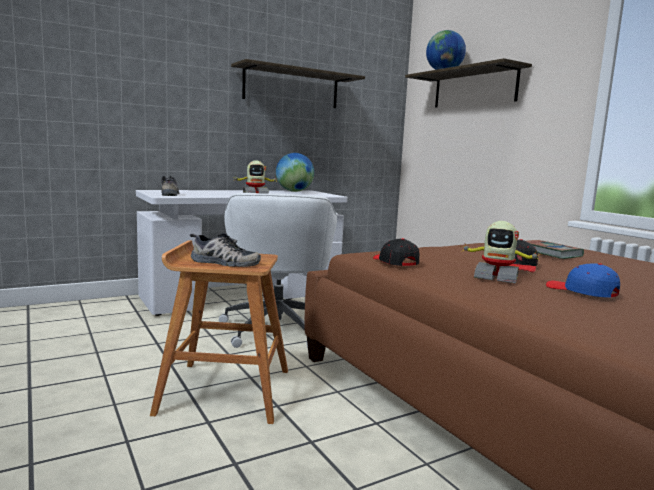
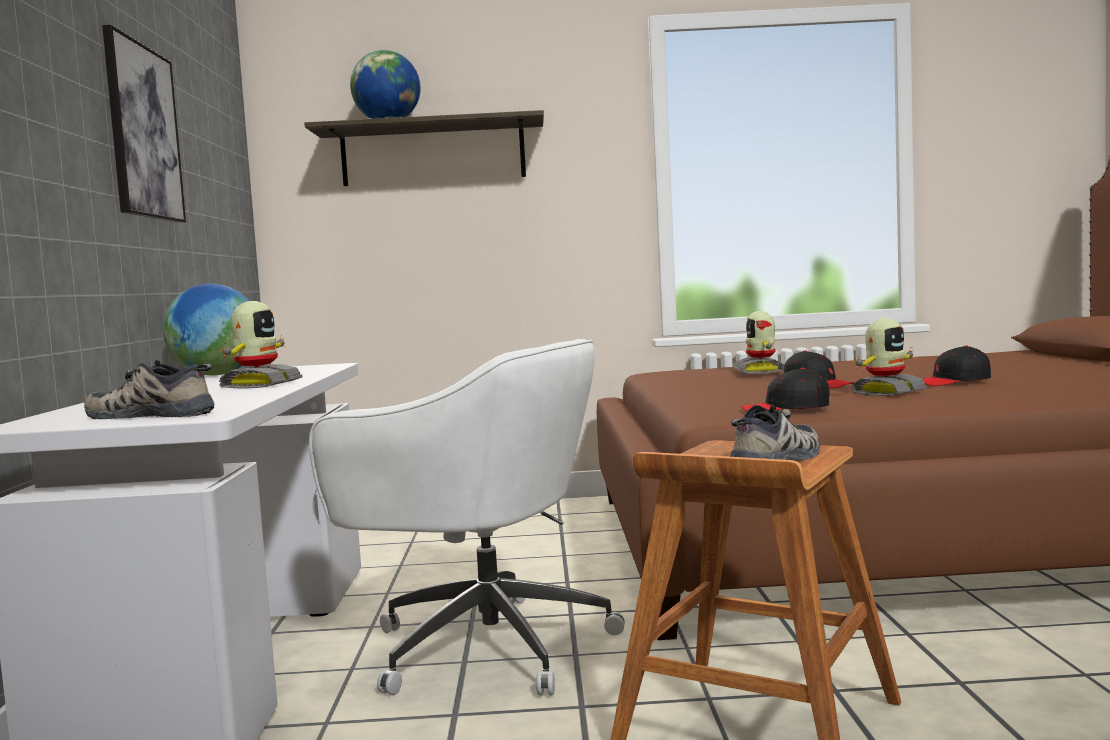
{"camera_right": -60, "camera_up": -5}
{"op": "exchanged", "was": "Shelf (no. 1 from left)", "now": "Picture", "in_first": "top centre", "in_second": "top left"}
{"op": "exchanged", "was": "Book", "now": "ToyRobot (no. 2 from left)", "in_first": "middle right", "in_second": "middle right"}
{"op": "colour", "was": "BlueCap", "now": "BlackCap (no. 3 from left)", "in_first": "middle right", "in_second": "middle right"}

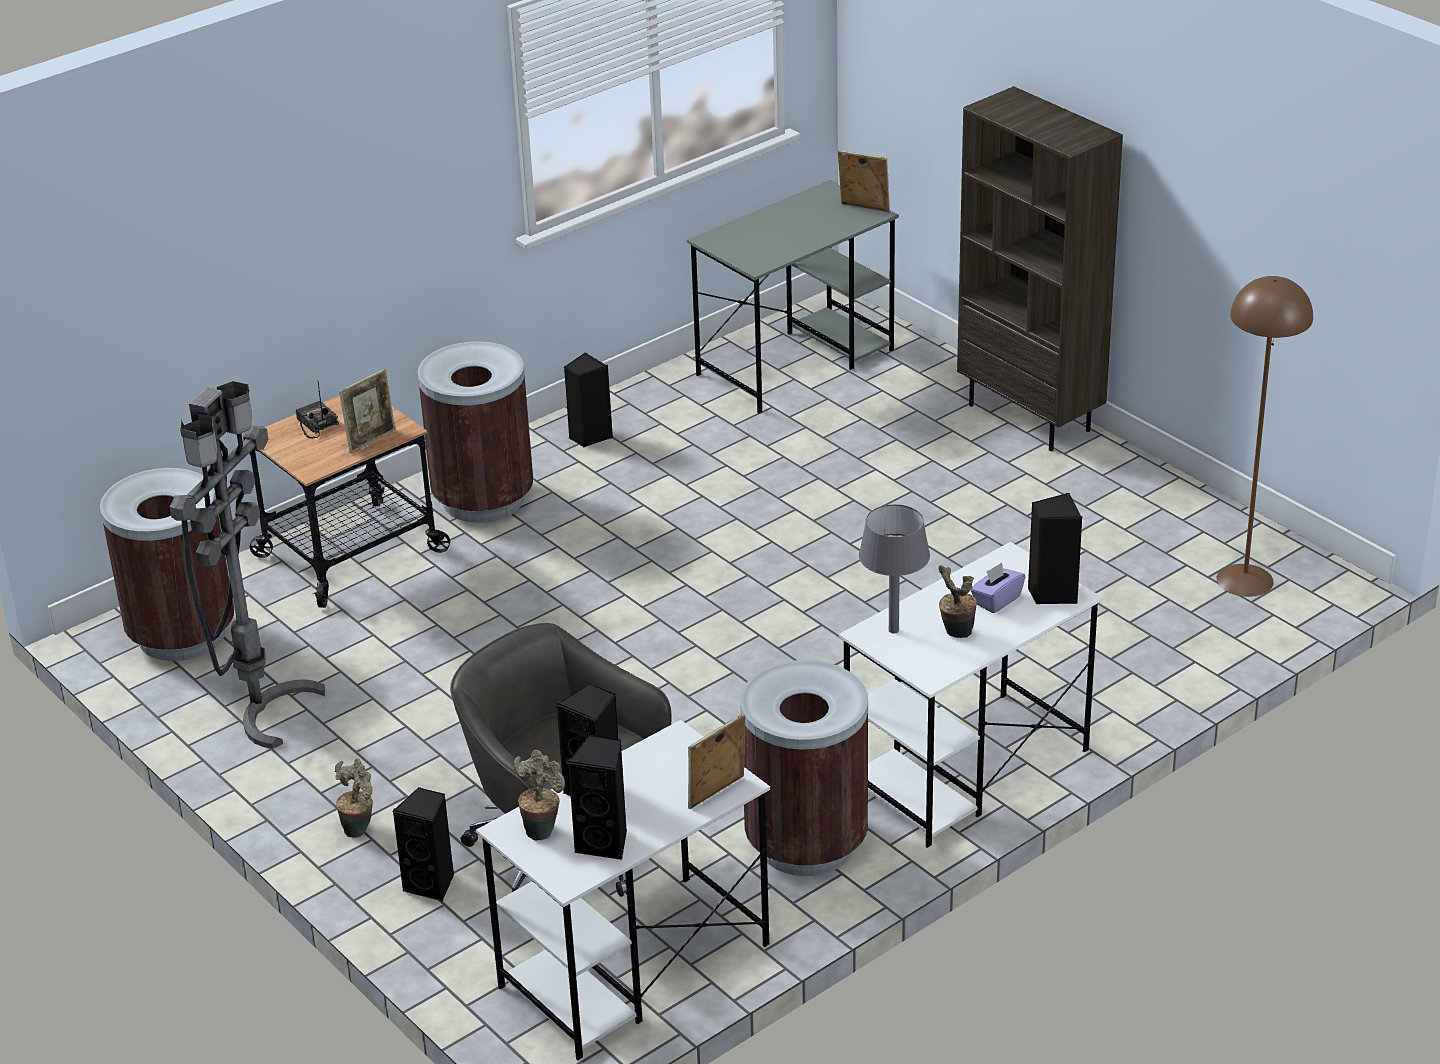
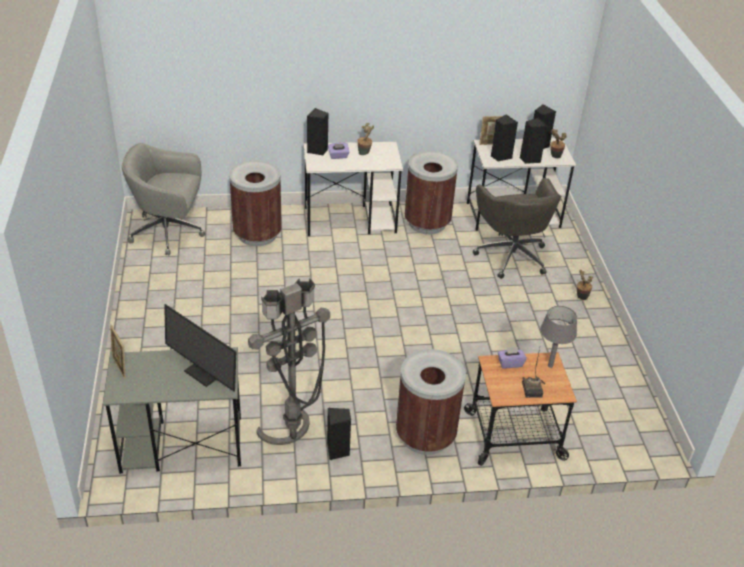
{"camera_right": -150, "camera_up": 5}
{"op": "relocated", "was": "BrownTrashCan (no. 1 from left)", "in_first": "middle left", "in_second": "centre"}
{"op": "relocated", "was": "GreyFloorLamp", "in_first": "middle left", "in_second": "centre"}
{"op": "exchanged", "was": "PictureFrame (no. 1 from left)", "now": "PurpleTissueBox (no. 2 from left)", "in_first": "middle left", "in_second": "middle right"}
{"op": "relocated", "was": "BlackSpeaker (no. 1 from left in the first image)", "now": "BlackSpeaker (no. 3 from left)", "in_first": "bottom left", "in_second": "top right"}
{"op": "relocated", "was": "GreyTableLamp", "in_first": "centre", "in_second": "middle right"}
{"op": "missing", "was": "BrownBookcase", "in_first": "top right"}
{"op": "exchanged", "was": "BrownFloorLamp", "now": "GreyOfficeChair (no. 1 from left)", "in_first": "middle right", "in_second": "middle left"}
{"op": "appeared", "now": "Monitor", "in_second": "middle left"}

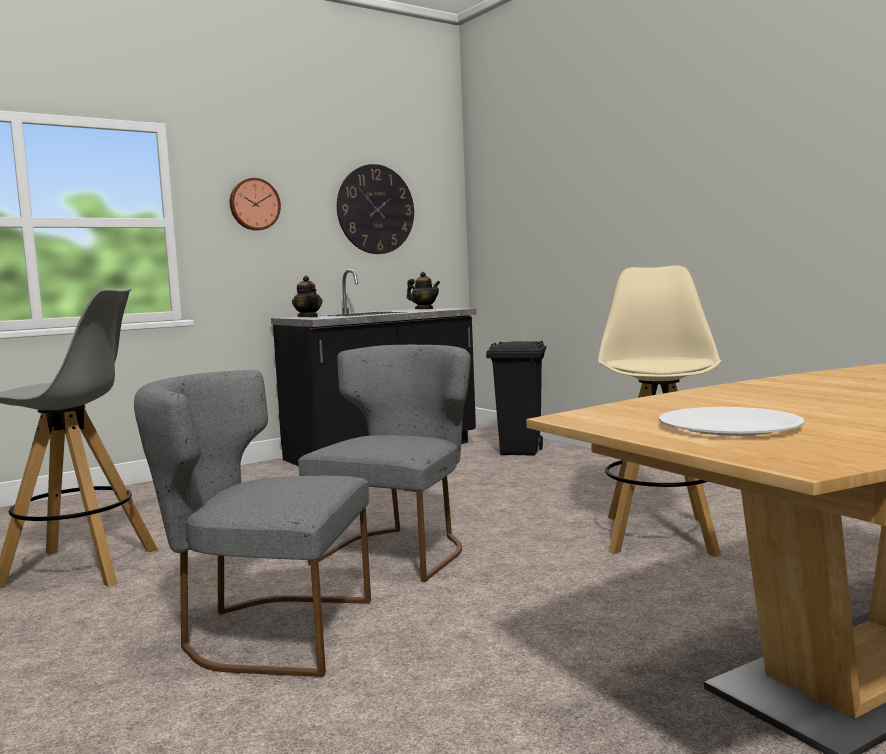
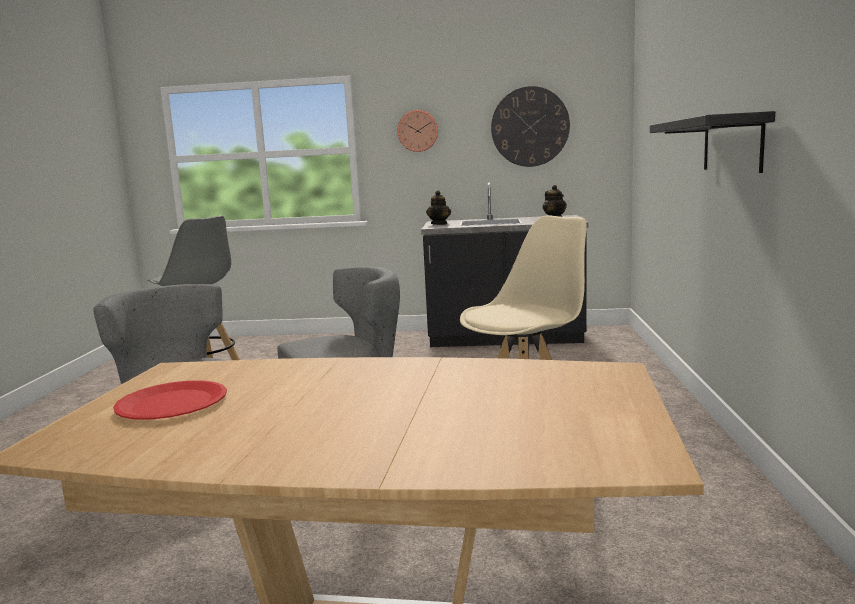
{"camera_right": 40, "camera_up": 5}
{"op": "missing", "was": "BlackTrashCan", "in_first": "centre"}
{"op": "colour", "was": "WhitePlate", "now": "RedPlate", "in_first": "middle right", "in_second": "middle left"}
{"op": "appeared", "now": "BlackShelf", "in_second": "top right"}

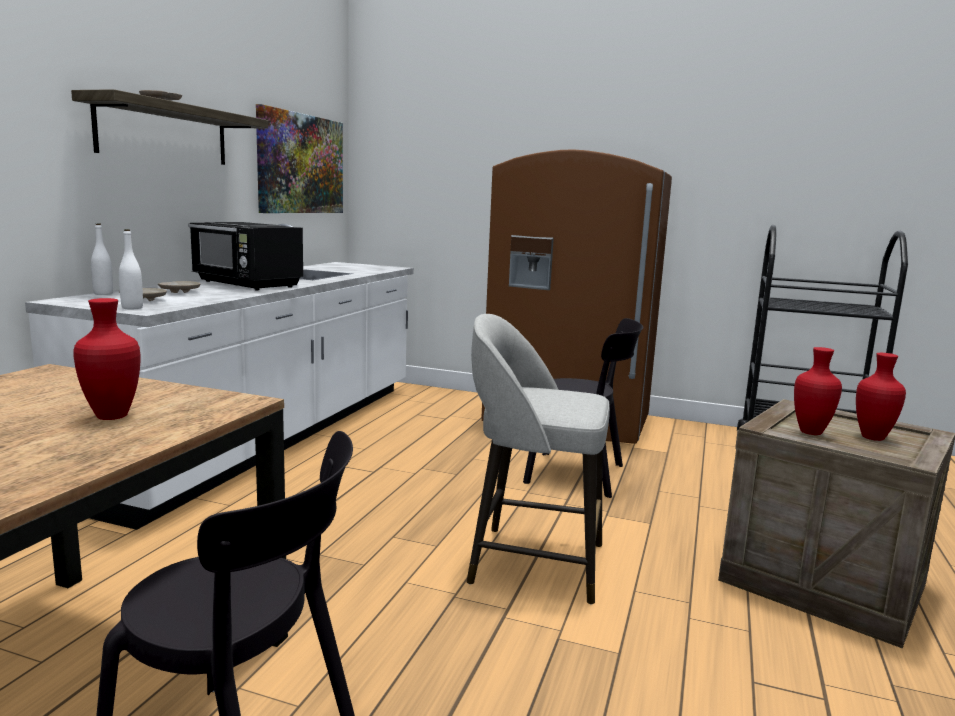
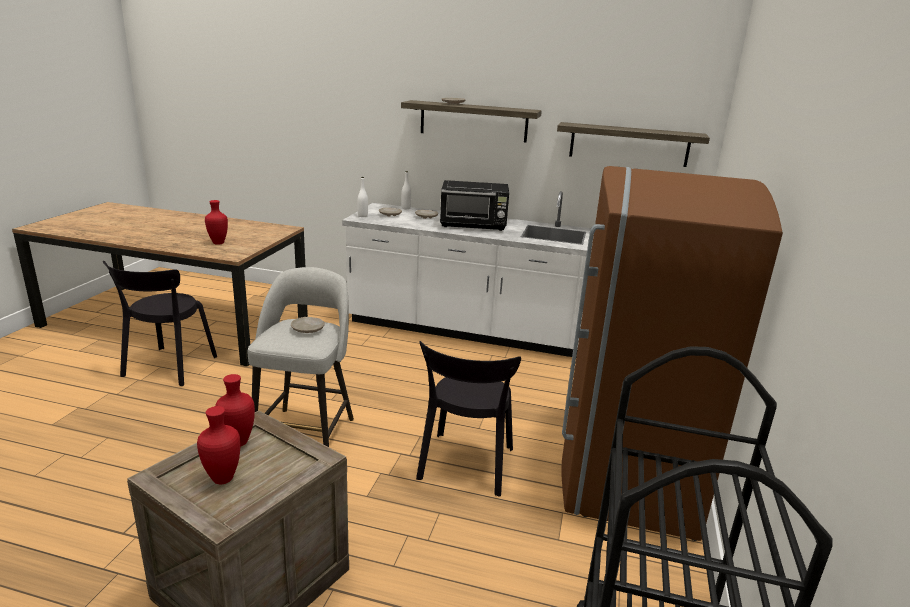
{"camera_right": 85, "camera_up": 10}
{"op": "spun", "was": "BlackMicrowave", "in_first": "middle left", "in_second": "centre", "clockwise": -120}
{"op": "exchanged", "was": "Picture", "now": "Shelf (no. 2 from left)", "in_first": "top left", "in_second": "top right"}
{"op": "appeared", "now": "BeigePlate (no. 1 from left)", "in_second": "centre"}

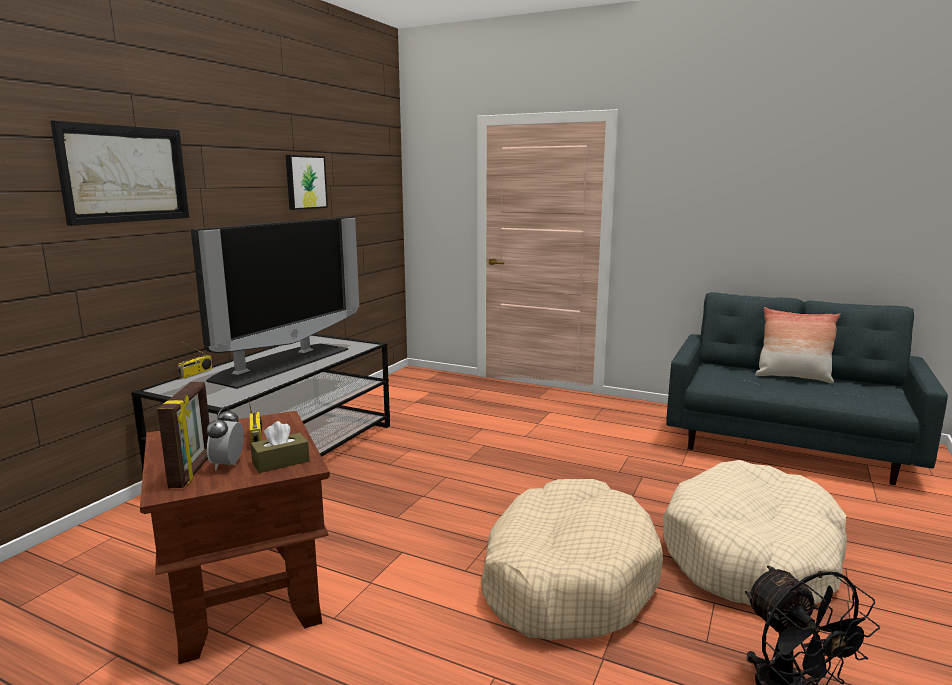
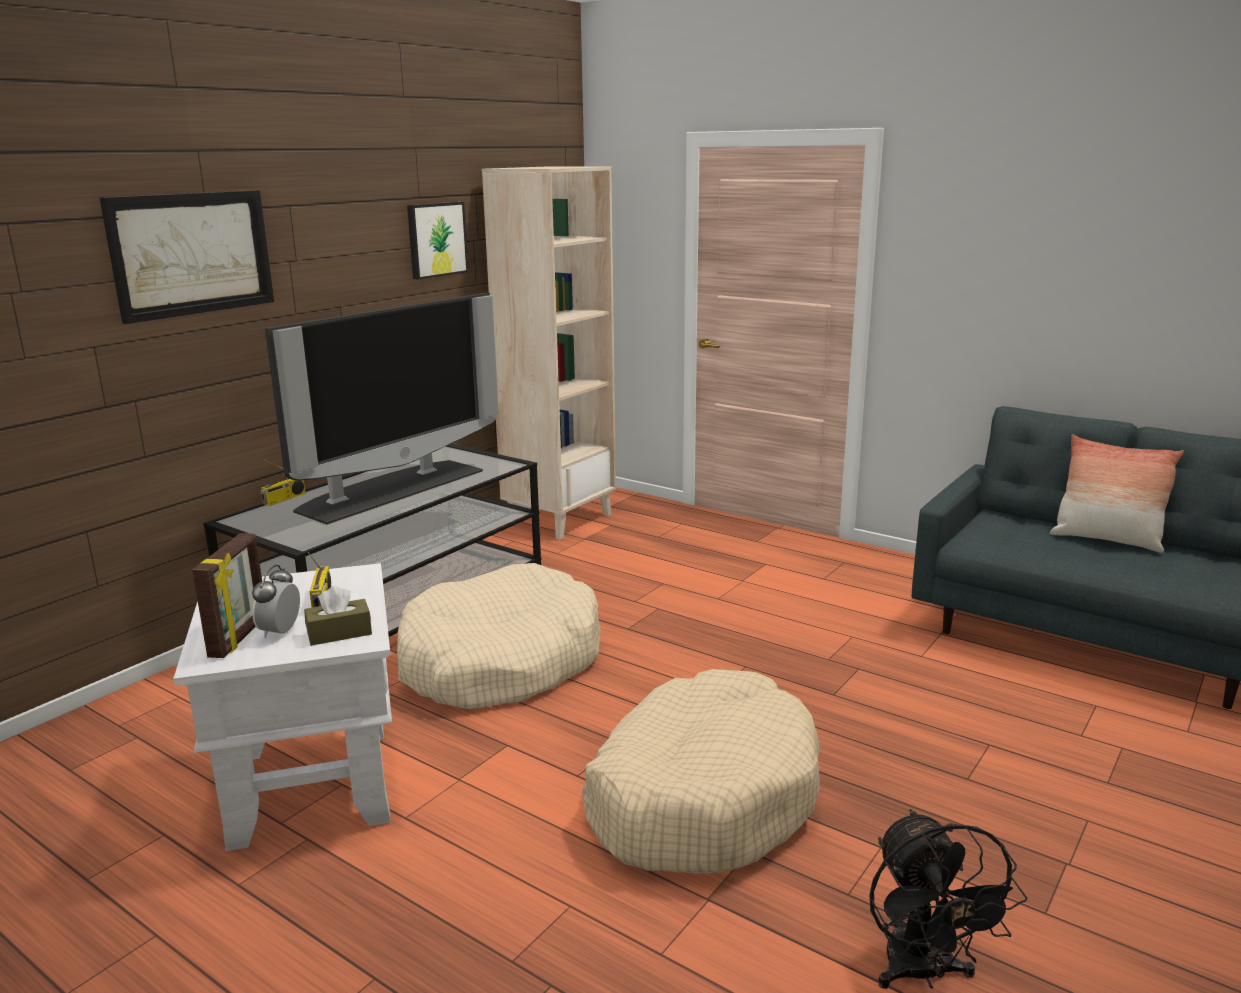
{"camera_right": 10, "camera_up": 5}
{"op": "colour", "was": "BrownSideTable", "now": "WhiteSideTable", "in_first": "bottom left", "in_second": "bottom left"}
{"op": "relocated", "was": "BeigeDogBed (no. 2 from left in the first image)", "now": "BeigeDogBed (no. 1 from left)", "in_first": "bottom right", "in_second": "centre"}
{"op": "appeared", "now": "BeigeBookcase", "in_second": "centre"}

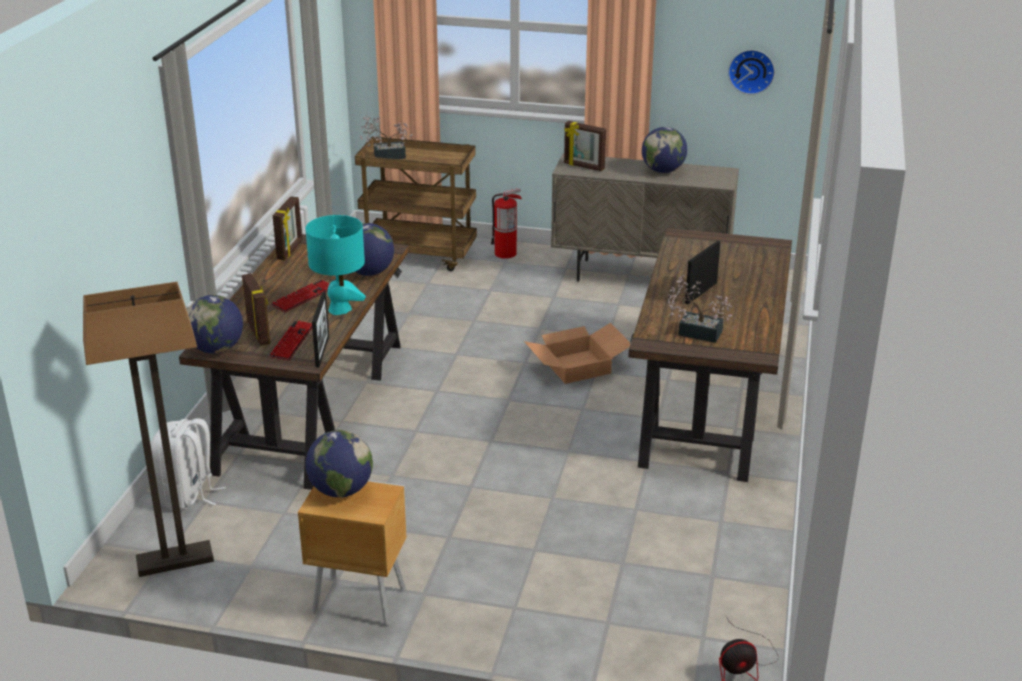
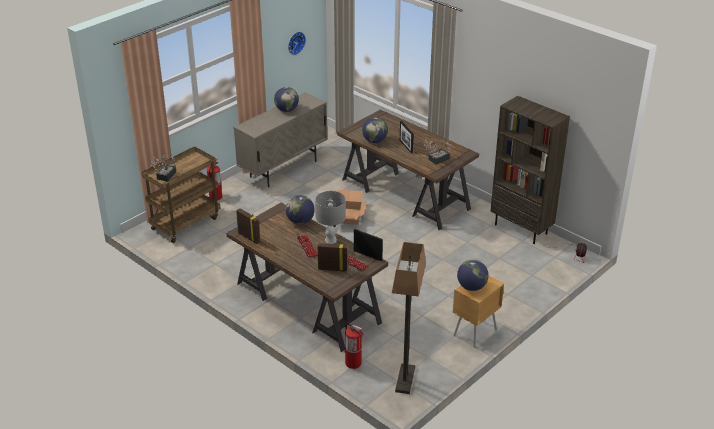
{"camera_right": -60, "camera_up": 5}
{"op": "exchanged", "was": "WhiteBackpack", "now": "FireExtinguisher (no. 2 from left)", "in_first": "bottom left", "in_second": "bottom centre"}
{"op": "relocated", "was": "Globe (no. 1 from left in the first image)", "now": "Globe (no. 3 from left)", "in_first": "middle left", "in_second": "top centre"}
{"op": "colour", "was": "TurquoiseTableLamp", "now": "GreyTableLamp", "in_first": "middle left", "in_second": "centre"}
{"op": "missing", "was": "PictureFrame (no. 4 from left)", "in_first": "top centre"}
{"op": "appeared", "now": "BrownBookcase", "in_second": "middle right"}

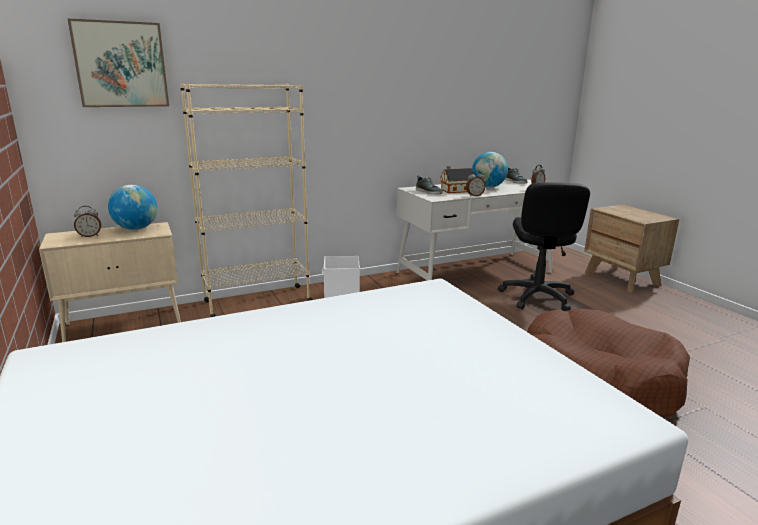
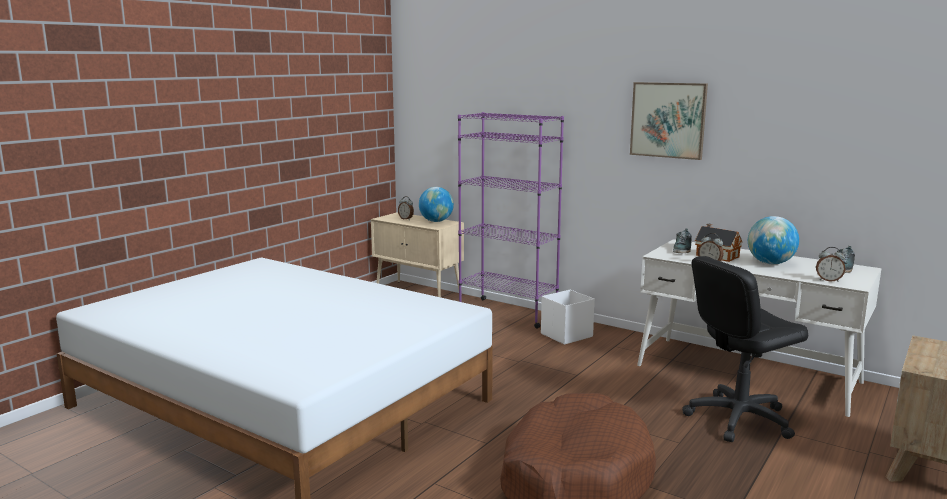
{"camera_right": 60, "camera_up": -5}
{"op": "relocated", "was": "Picture", "in_first": "top left", "in_second": "top right"}
{"op": "colour", "was": "BeigeBookcase", "now": "PurpleBookcase", "in_first": "middle left", "in_second": "centre"}

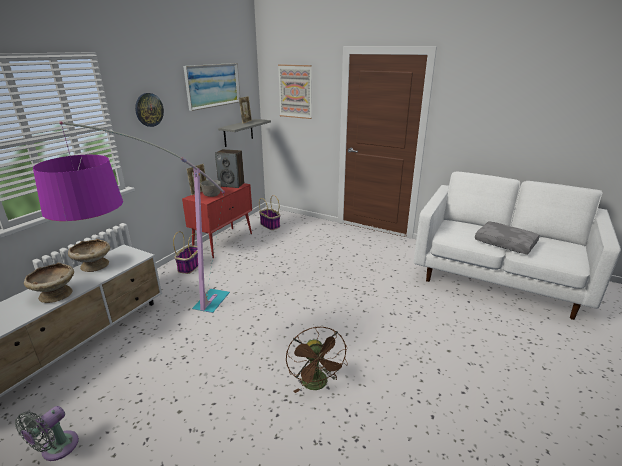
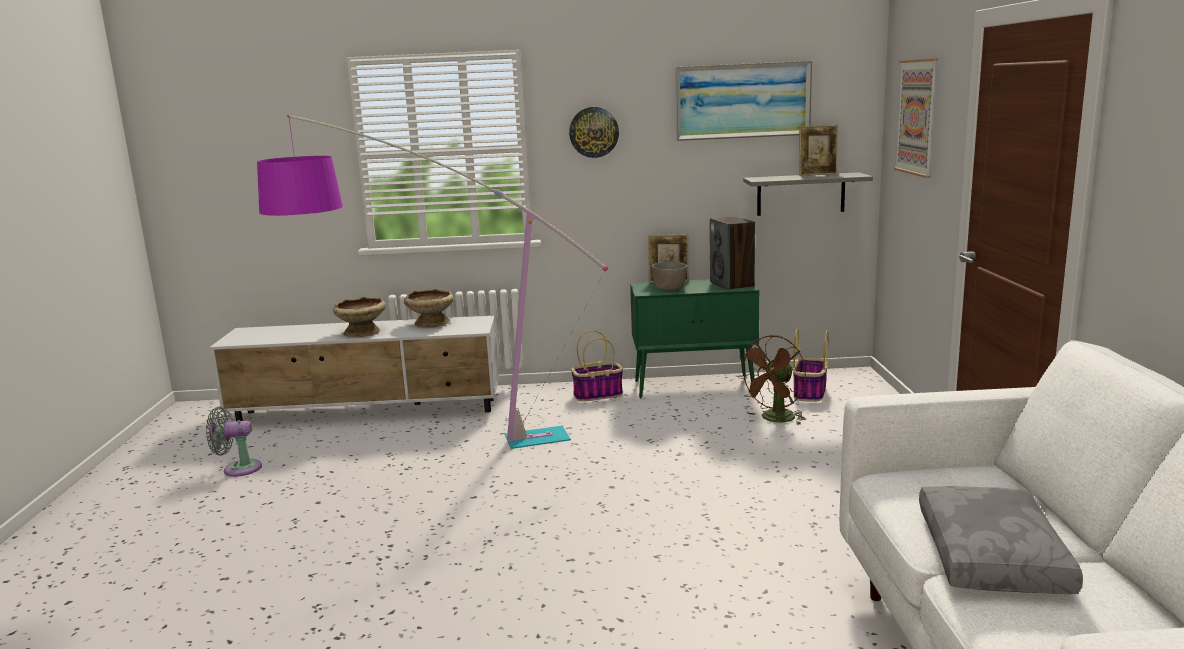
{"camera_right": 60, "camera_up": -10}
{"op": "colour", "was": "RedCabinet", "now": "GreenCabinet", "in_first": "centre", "in_second": "centre"}
{"op": "relocated", "was": "BrownFan", "in_first": "bottom centre", "in_second": "centre"}

